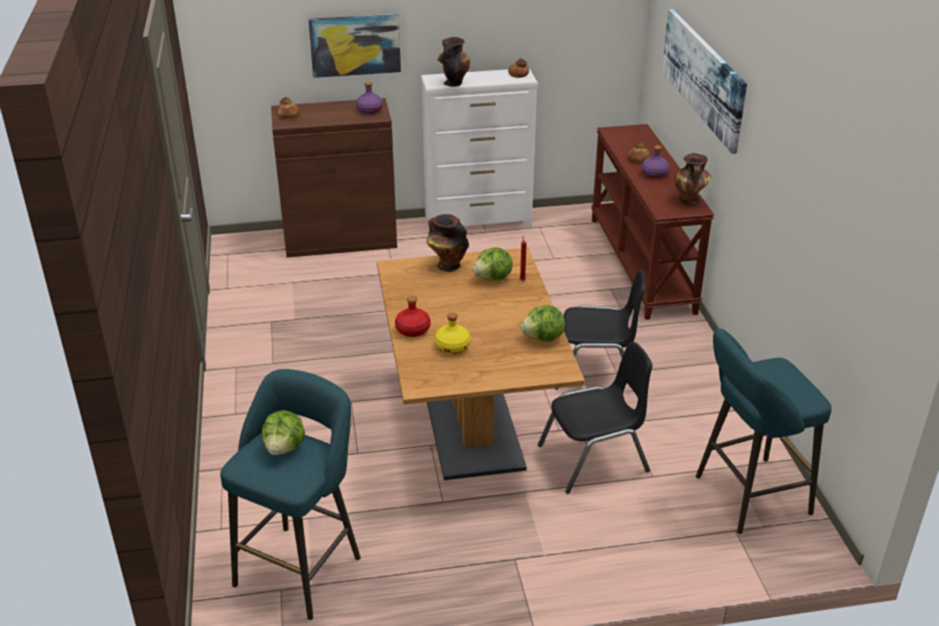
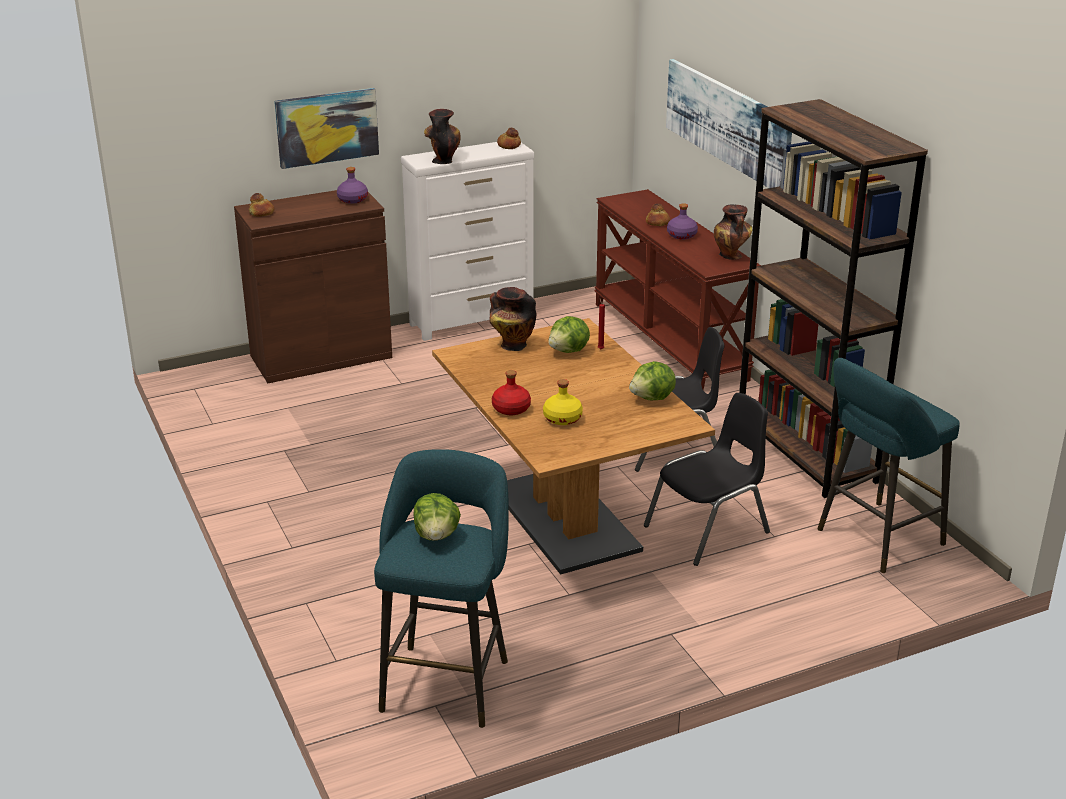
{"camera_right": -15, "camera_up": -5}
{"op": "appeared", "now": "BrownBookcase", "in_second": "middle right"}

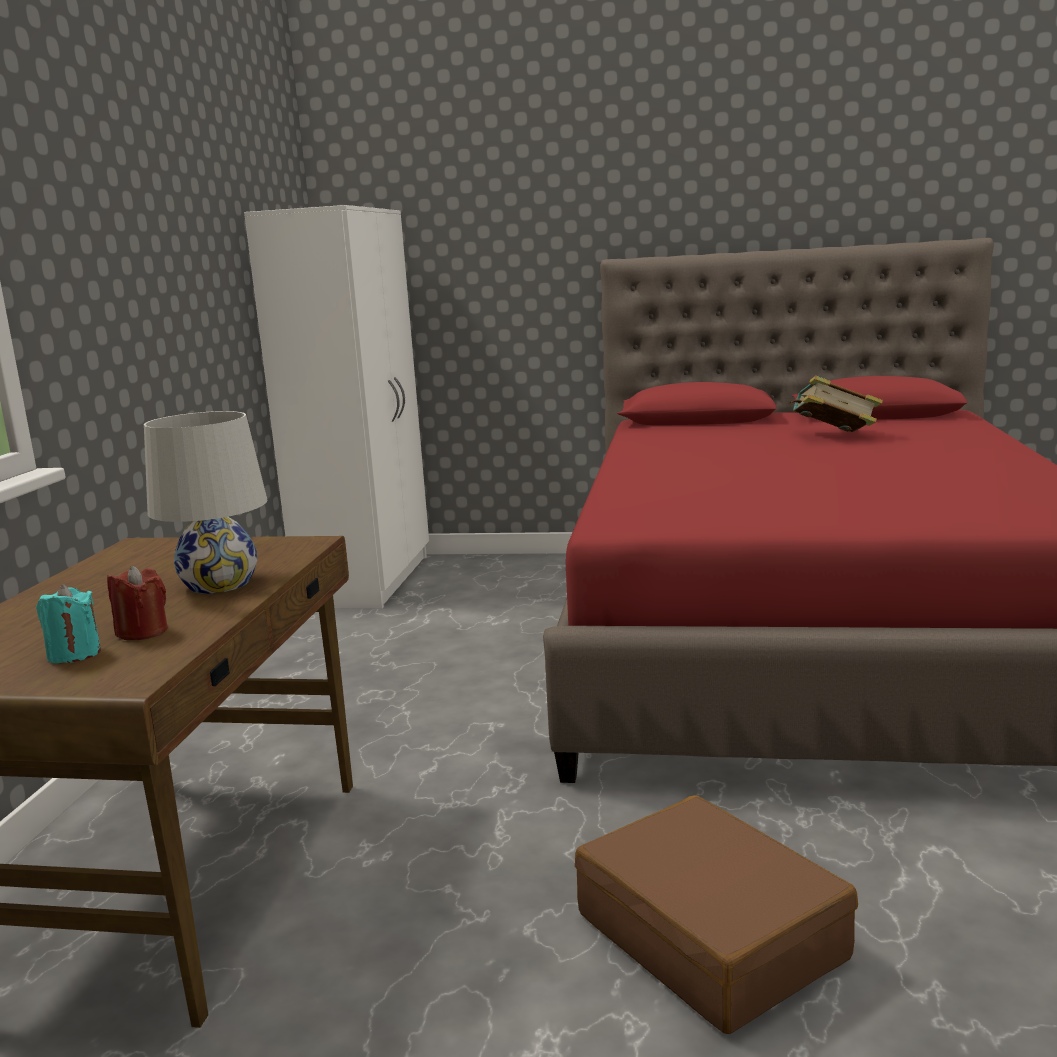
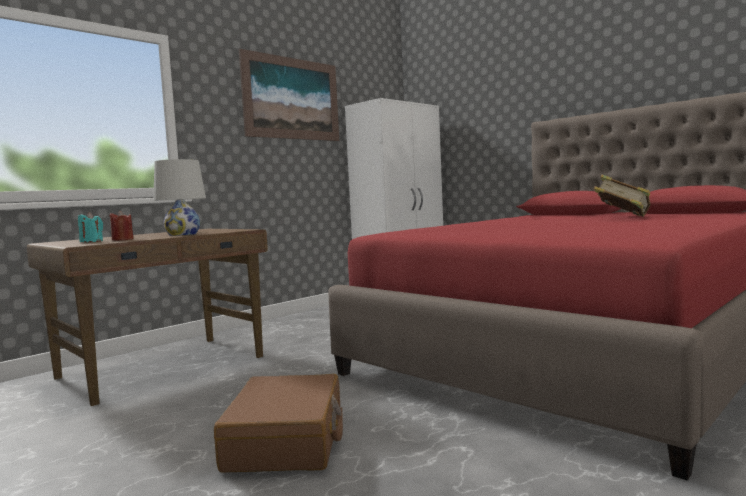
{"camera_right": 35, "camera_up": -10}
{"op": "appeared", "now": "Picture", "in_second": "top centre"}

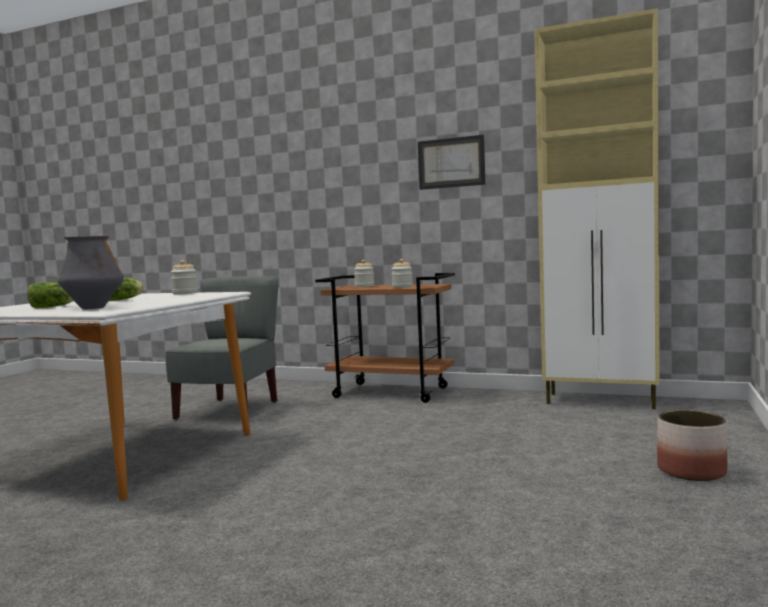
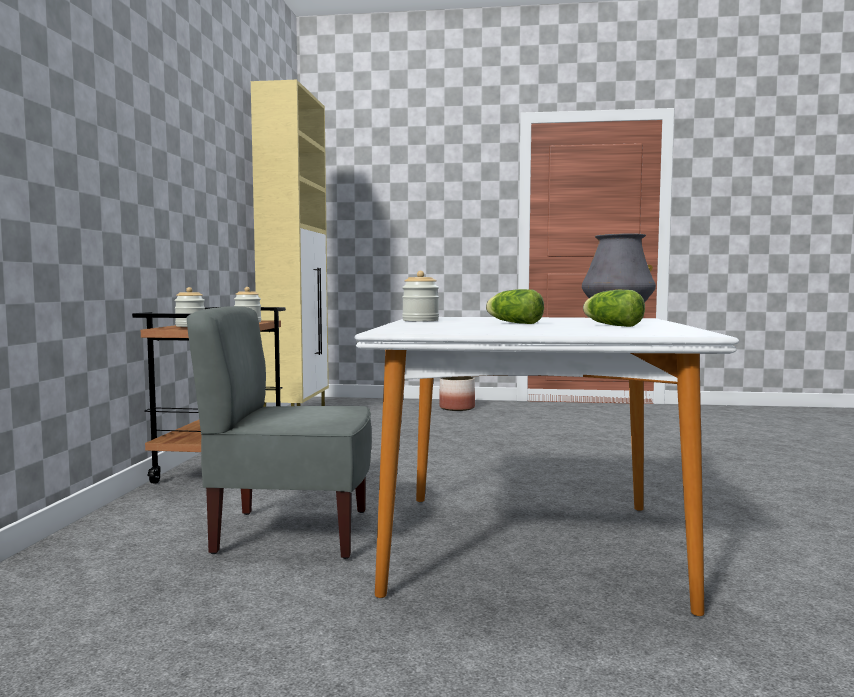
{"camera_right": -105, "camera_up": 0}
{"op": "missing", "was": "Picture", "in_first": "top centre"}

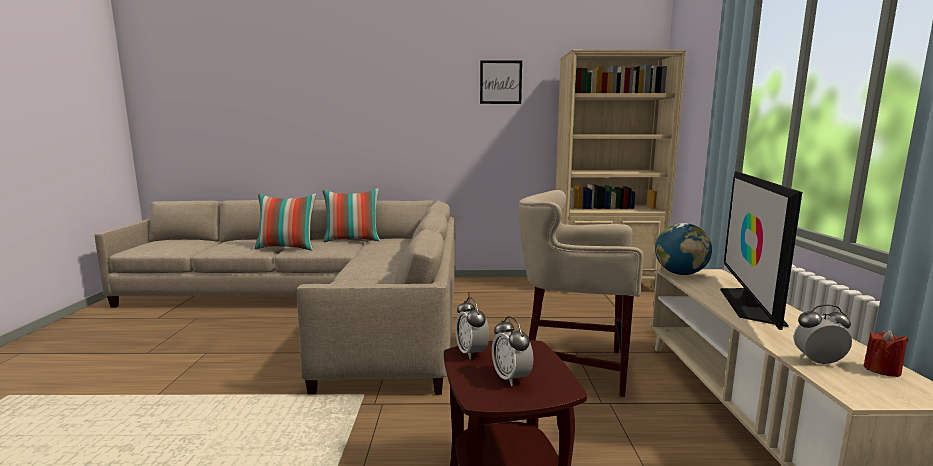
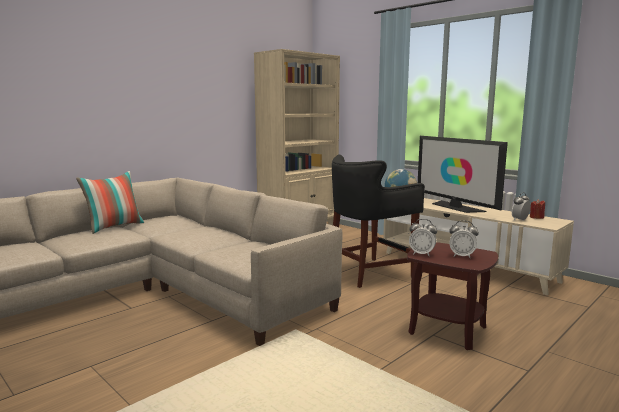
{"camera_right": -45, "camera_up": 0}
{"op": "missing", "was": "Pillow (no. 1 from left)", "in_first": "middle left"}
{"op": "missing", "was": "Picture", "in_first": "top centre"}
{"op": "colour", "was": "BeigeStool", "now": "BlackStool", "in_first": "centre", "in_second": "centre"}

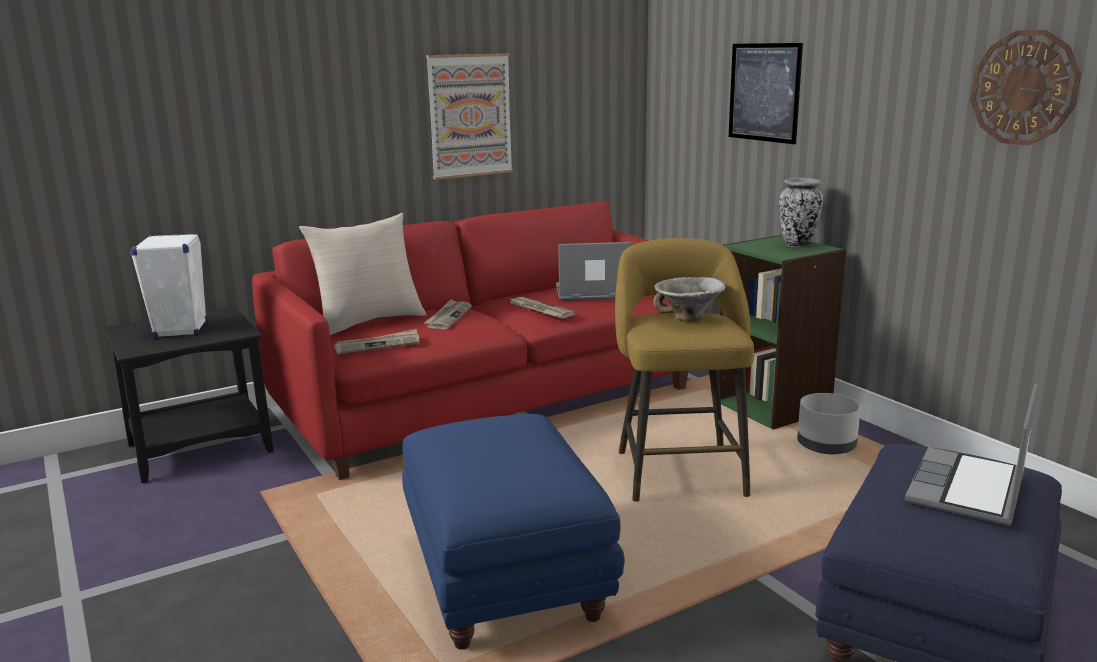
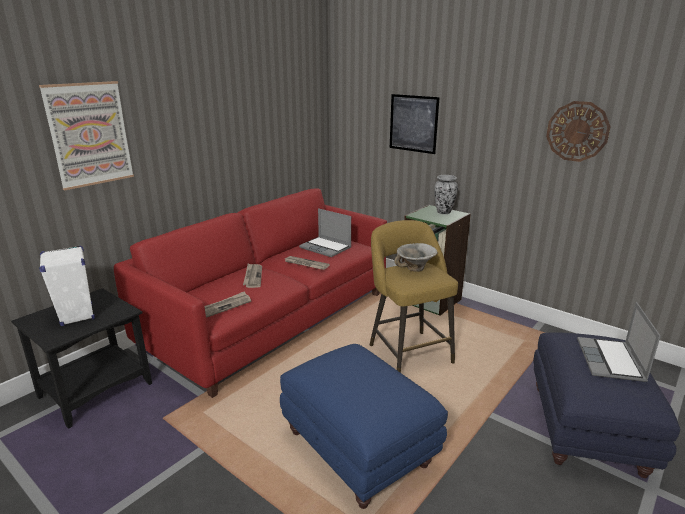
{"camera_right": -20, "camera_up": 5}
{"op": "missing", "was": "BeigePillow", "in_first": "middle left"}
{"op": "relocated", "was": "Picture (no. 1 from left)", "in_first": "top centre", "in_second": "top left"}
{"op": "spun", "was": "Laptop (no. 1 from left)", "in_first": "centre", "in_second": "centre", "clockwise": -120}
{"op": "missing", "was": "GreyPlanter", "in_first": "middle right"}

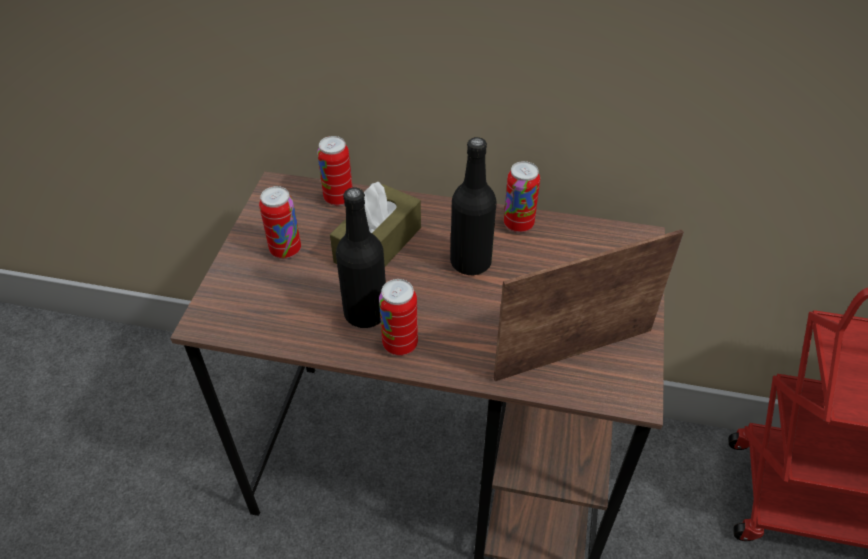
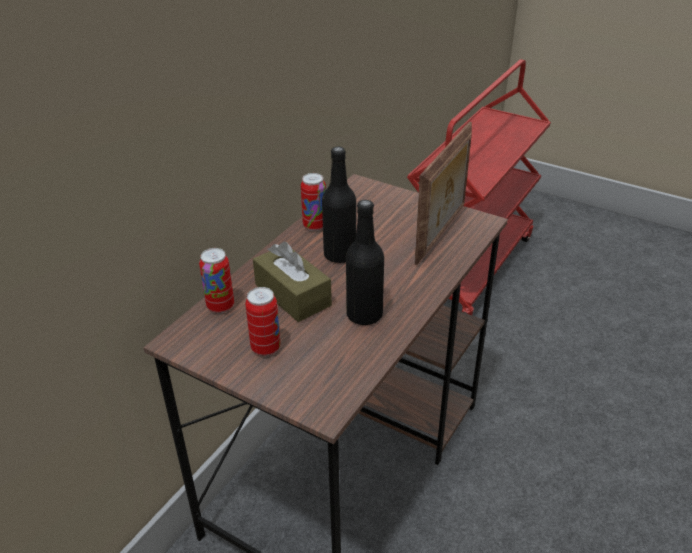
{"camera_right": -70, "camera_up": -10}
{"op": "missing", "was": "Can (no. 3 from left)", "in_first": "centre"}
{"op": "spun", "was": "PictureFrame", "in_first": "middle right", "in_second": "centre", "clockwise": -150}

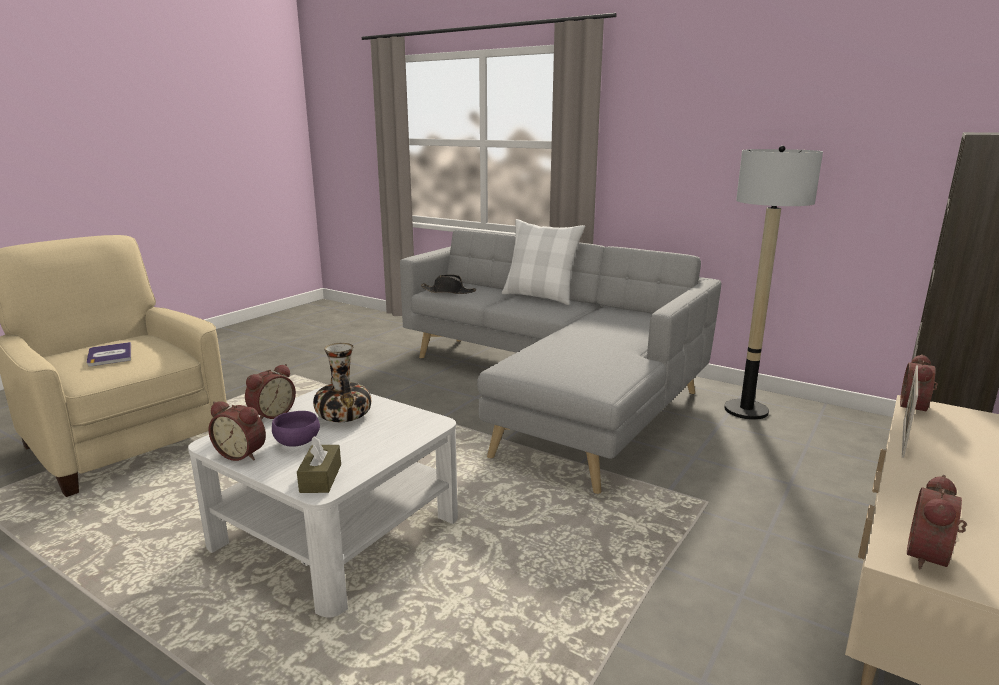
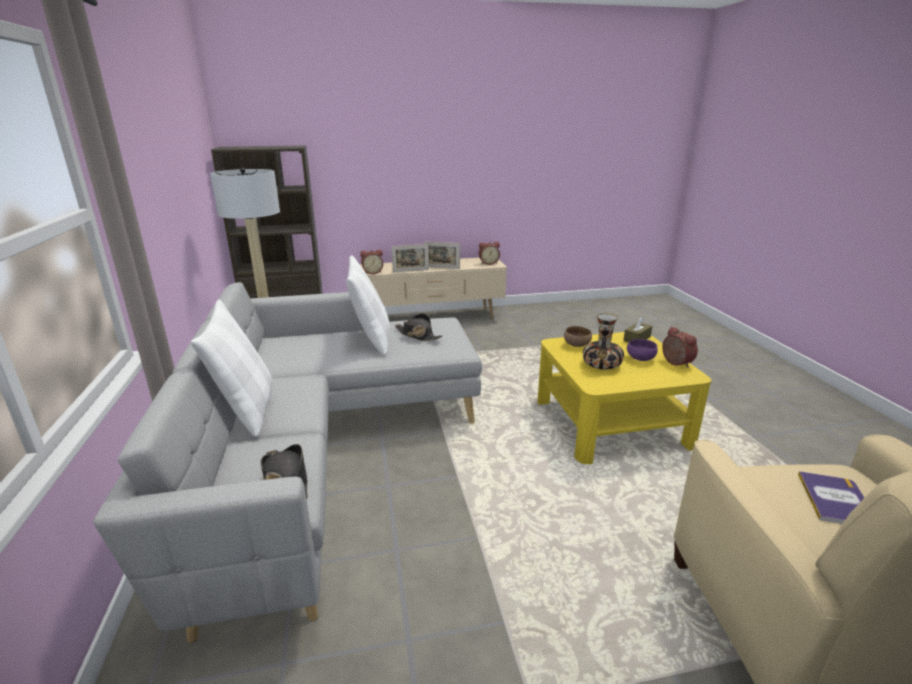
{"camera_right": -135, "camera_up": 5}
{"op": "colour", "was": "WhiteCoffeeTable", "now": "YellowCoffeeTable", "in_first": "bottom left", "in_second": "middle right"}
{"op": "missing", "was": "AlarmClock (no. 2 from left)", "in_first": "middle left"}
{"op": "appeared", "now": "WhitePillow (no. 2 from left)", "in_second": "centre"}
{"op": "appeared", "now": "BlackHat (no. 2 from left)", "in_second": "centre"}
{"op": "appeared", "now": "PictureFrame (no. 2 from left)", "in_second": "centre"}
{"op": "appeared", "now": "BrownBowl", "in_second": "centre"}

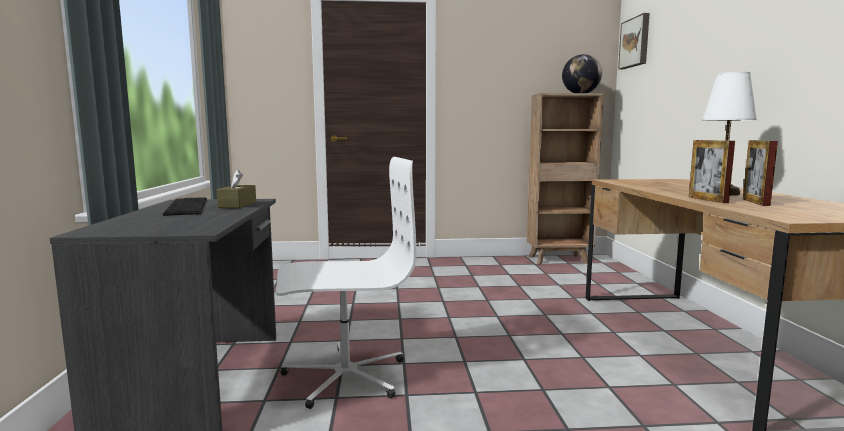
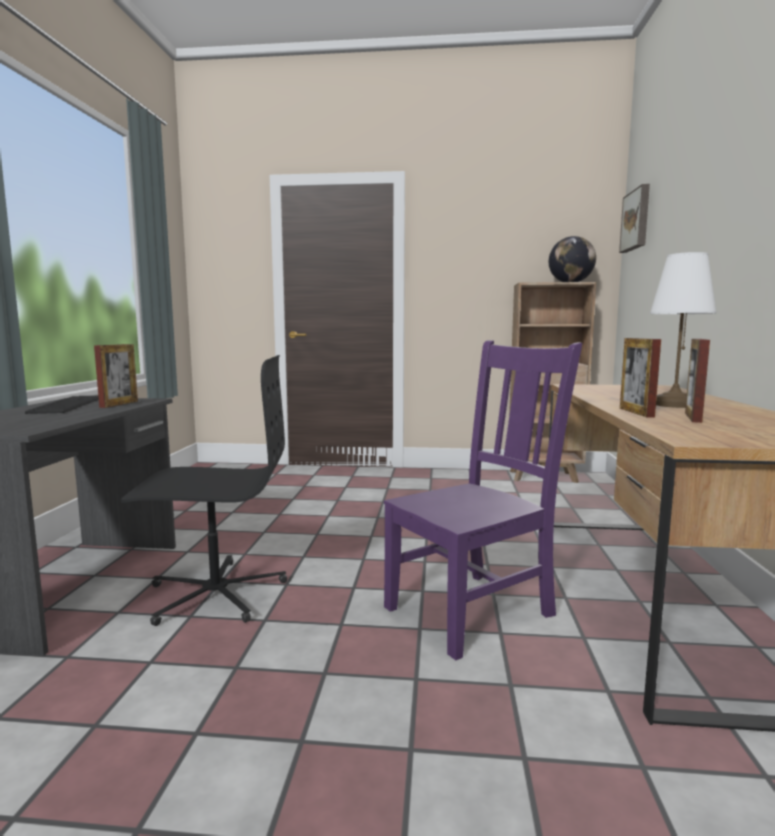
{"camera_right": 10, "camera_up": 0}
{"op": "exchanged", "was": "BrownTissueBox", "now": "PictureFrame (no. 1 from left)", "in_first": "middle left", "in_second": "middle left"}
{"op": "colour", "was": "WhiteOfficeChair", "now": "BlackOfficeChair", "in_first": "centre", "in_second": "middle left"}
{"op": "appeared", "now": "PurpleChair", "in_second": "centre"}

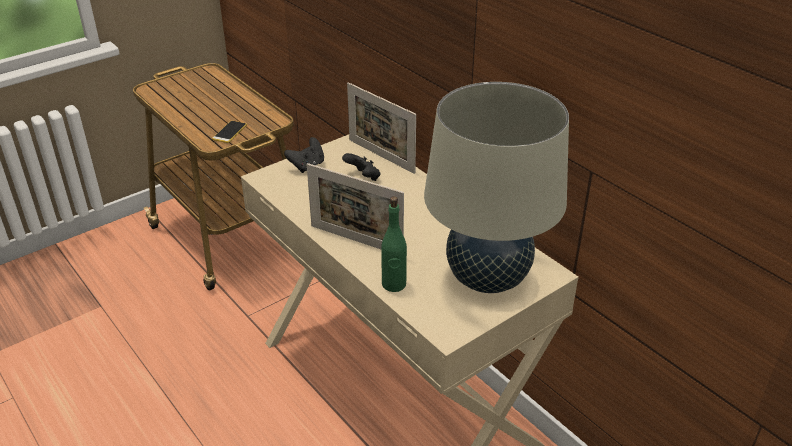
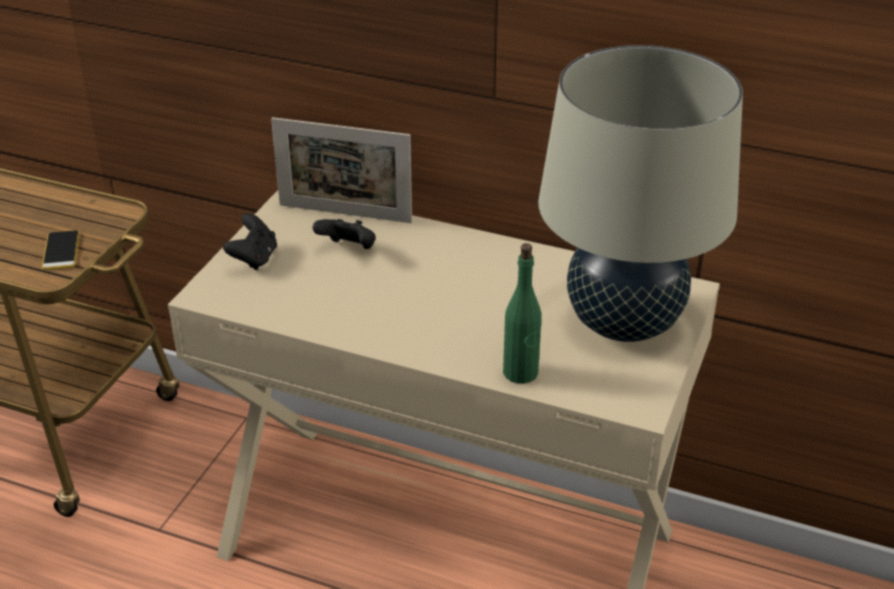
{"camera_right": -30, "camera_up": 0}
{"op": "missing", "was": "PictureFrame (no. 1 from left)", "in_first": "centre"}

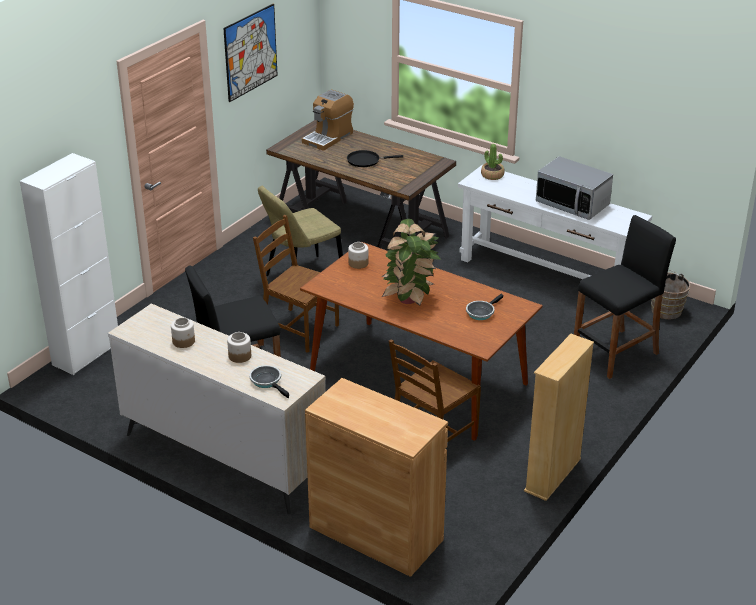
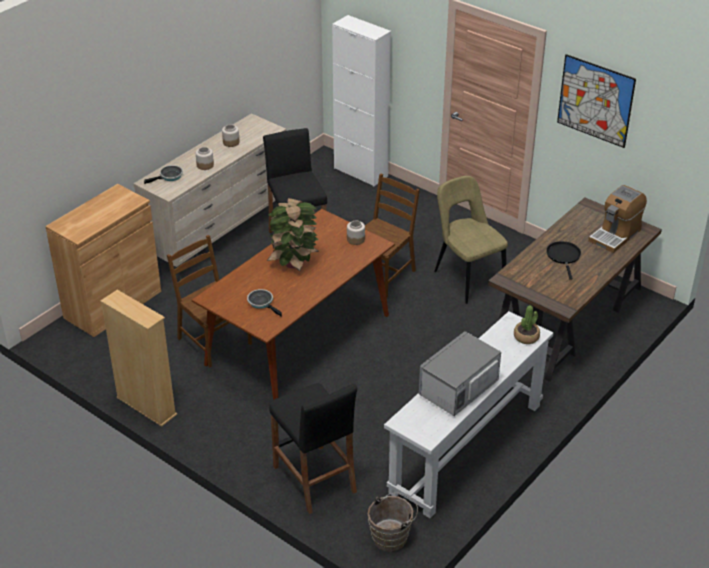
{"camera_right": 95, "camera_up": 5}
{"op": "spun", "was": "CoffeeMachine", "in_first": "top centre", "in_second": "middle right", "clockwise": -90}

